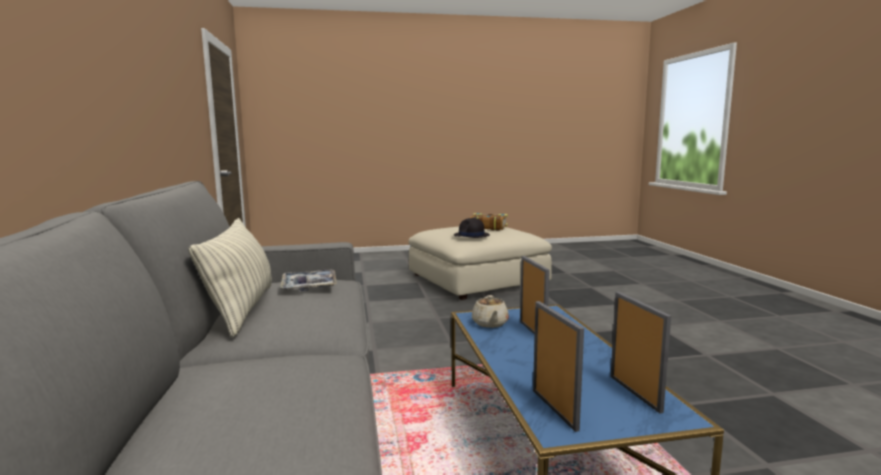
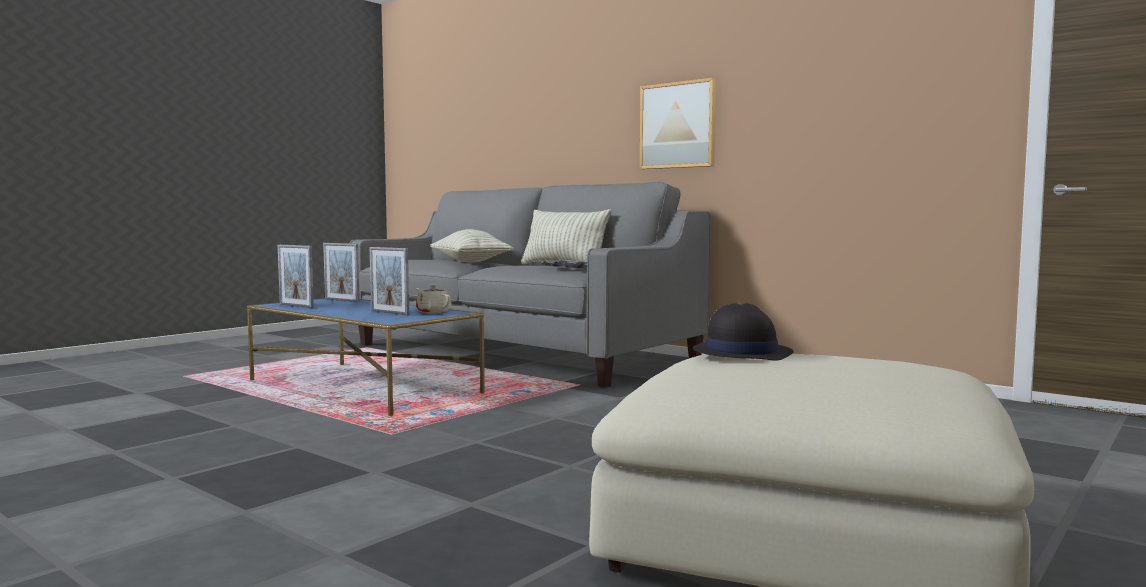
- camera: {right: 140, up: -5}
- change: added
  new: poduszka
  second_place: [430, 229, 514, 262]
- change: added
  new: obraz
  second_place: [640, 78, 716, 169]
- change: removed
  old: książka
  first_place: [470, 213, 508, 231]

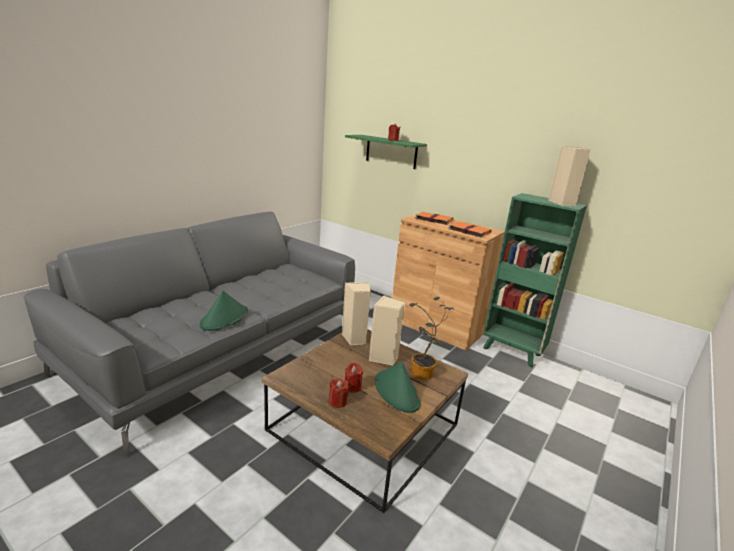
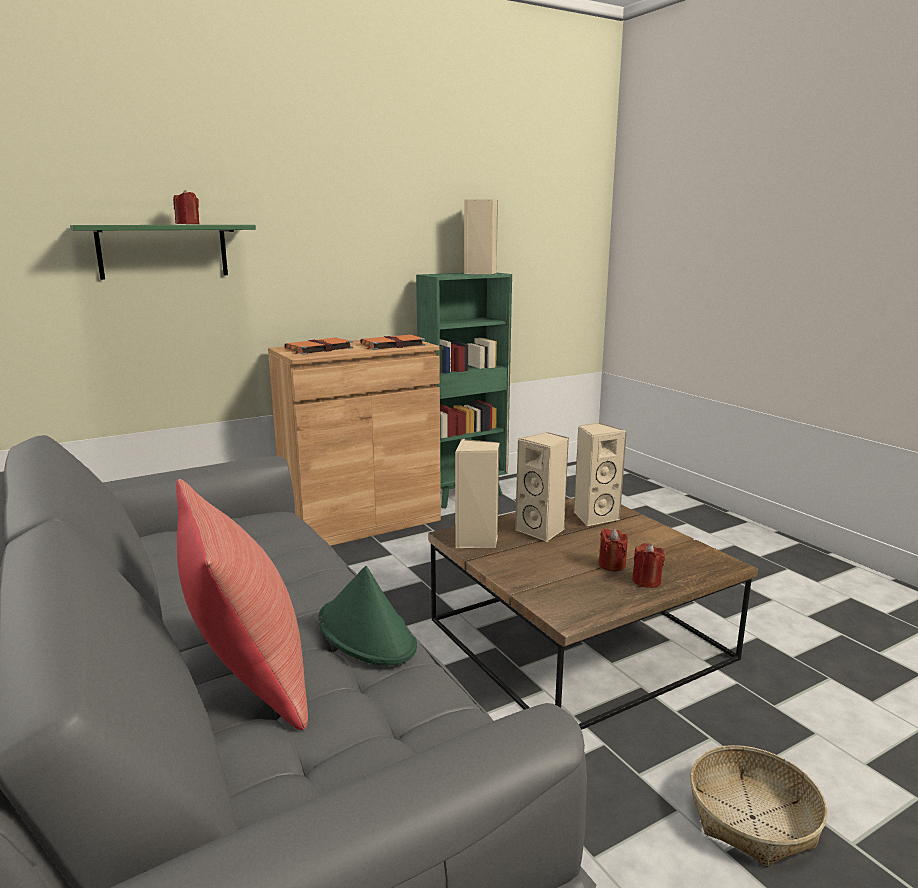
- camera: {right: -65, up: -5}
- change: added
  new: poduszka (czerwony)
  second_place: [176, 479, 308, 730]
- change: replaced
  old: roślina doniczkowa
  new: głośnik (beżowy)
  first_place: [409, 297, 456, 380]
  second_place: [573, 423, 627, 527]
- change: added
  new: koszyk
  second_place: [690, 745, 827, 867]
- change: removed
  old: kapelusz (zielony)
  first_place: [375, 361, 421, 413]

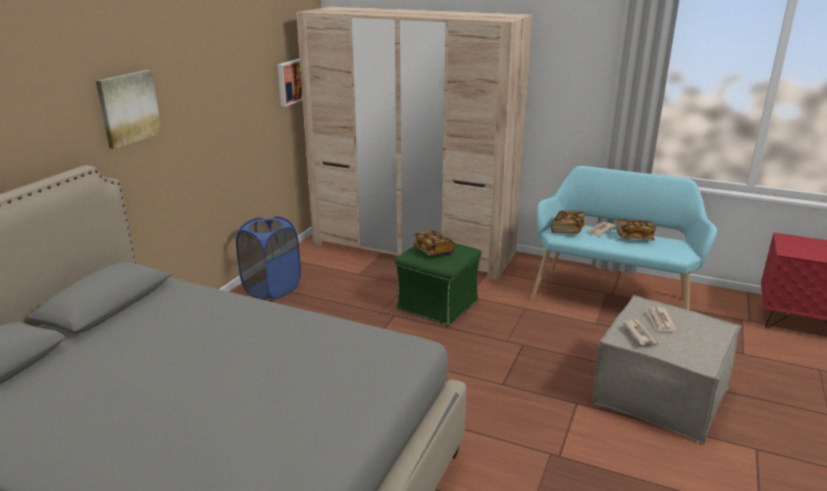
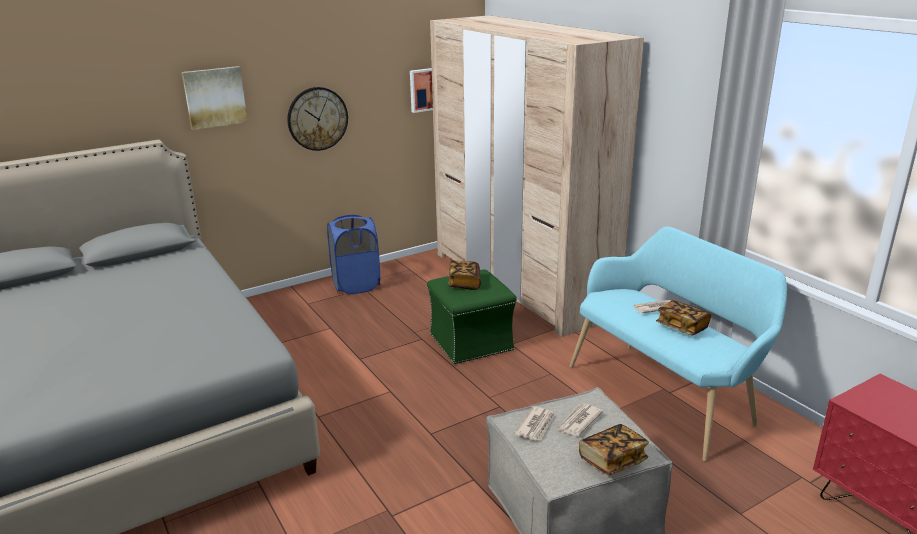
- camera: {right: 35, up: 0}
- change: added
  new: zegar ścienny
  second_place: [287, 87, 348, 151]
- change: moved
  old: książka
  first_place: [551, 211, 585, 233]
  second_place: [579, 424, 649, 475]

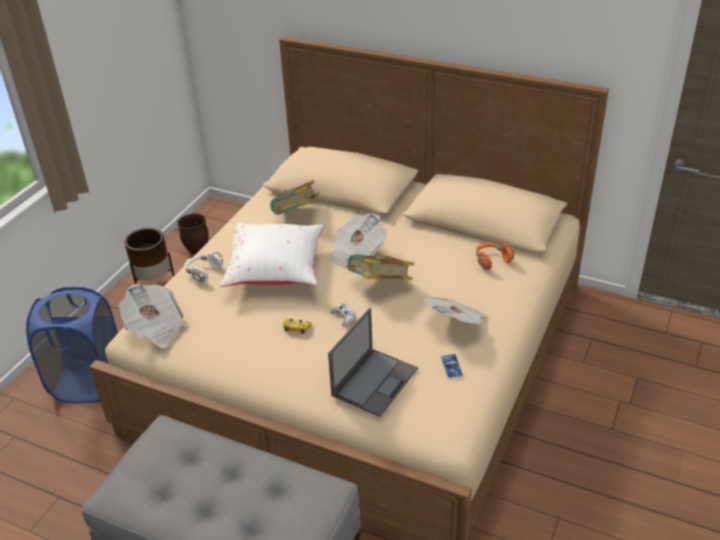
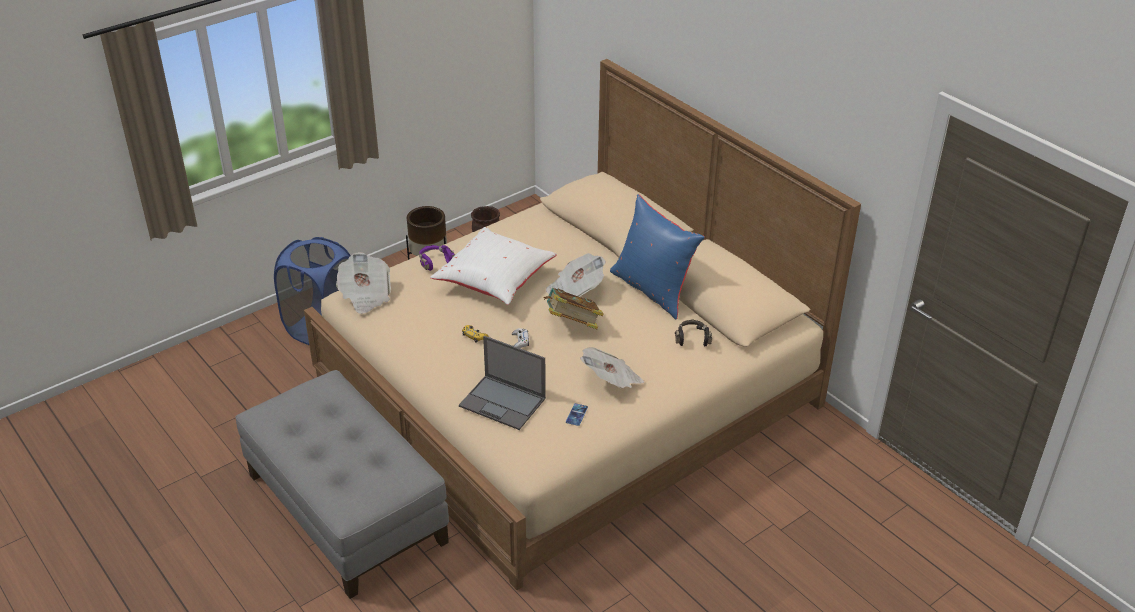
- camera: {right: 25, up: 0}
- change: recoloured
  old: słuchawki (biały)
  new: słuchawki (fioletowy)
  first_place: [184, 251, 223, 282]
  second_place: [419, 245, 455, 271]
- change: turned
  old: laptop
  first_place: [328, 308, 418, 417]
  second_place: [459, 336, 546, 430]
  degrees: 60
- change: added
  new: poduszka (niebieski)
  second_place: [610, 194, 705, 320]
- change: recoloured
  old: słuchawki (pomarańczowy)
  new: słuchawki (czarny)
  first_place: [476, 242, 514, 270]
  second_place: [675, 319, 712, 346]
- change: removed
  old: książka
  first_place: [270, 180, 319, 215]

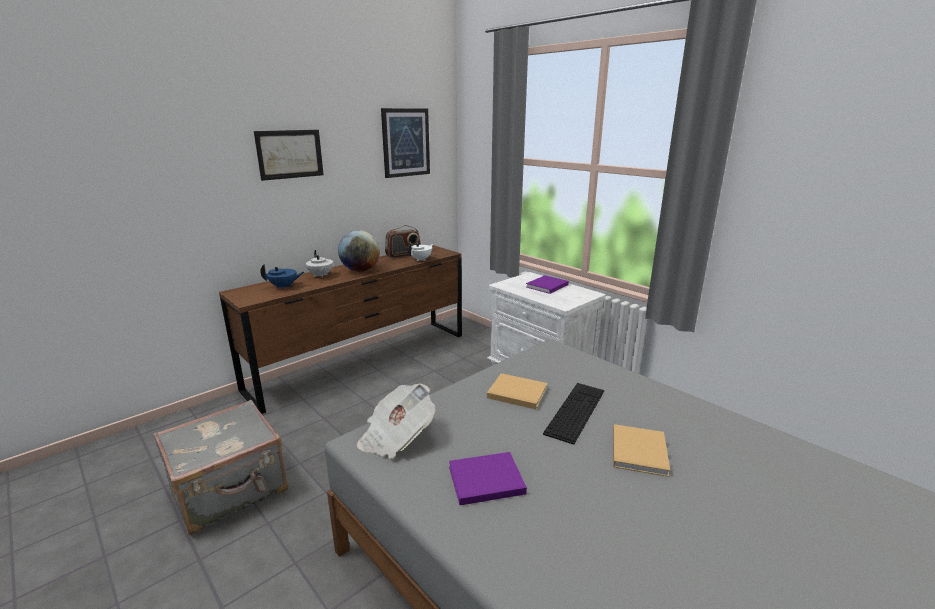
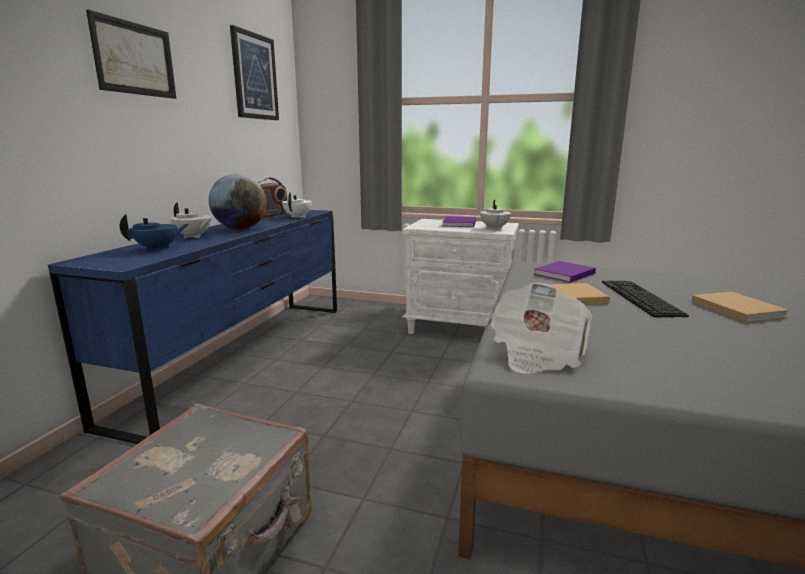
- camera: {right: -30, up: -5}
- change: recoloured
  old: komoda (brązowy)
  new: komoda (niebieski)
  first_place: [219, 245, 462, 414]
  second_place: [48, 210, 337, 444]
- change: added
  new: imbryk (biały)
  second_place: [480, 200, 511, 230]
- change: moved
  old: książka (fioletowy)
  first_place: [449, 452, 527, 505]
  second_place: [534, 261, 596, 283]

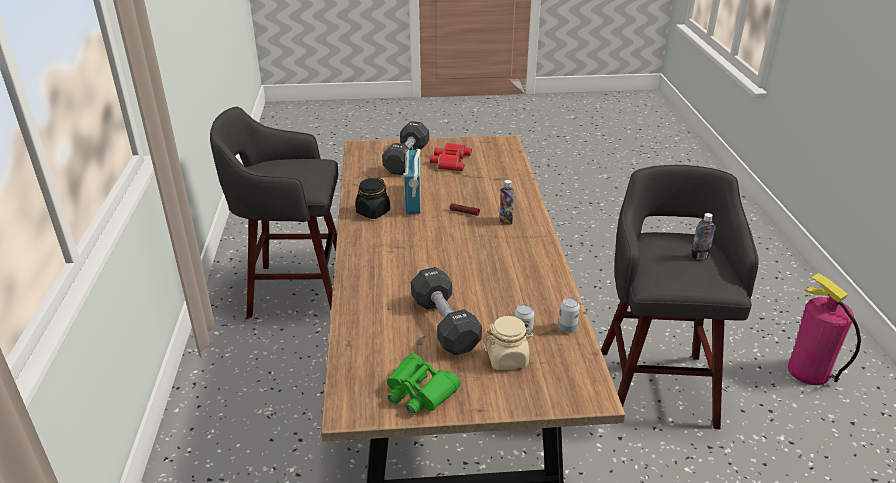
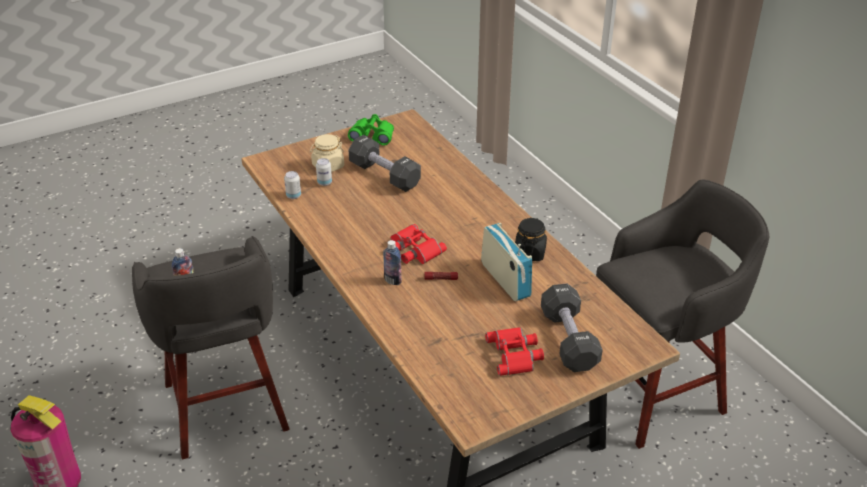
- camera: {right: 155, up: 5}
- change: added
  new: lornetka (czerwony)
  second_place: [390, 224, 447, 264]

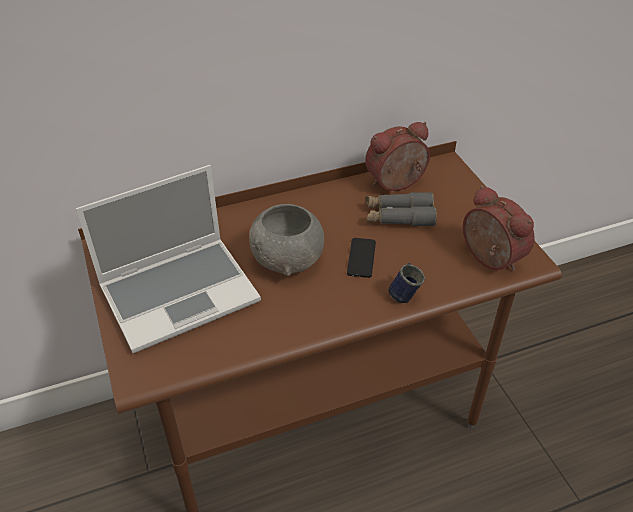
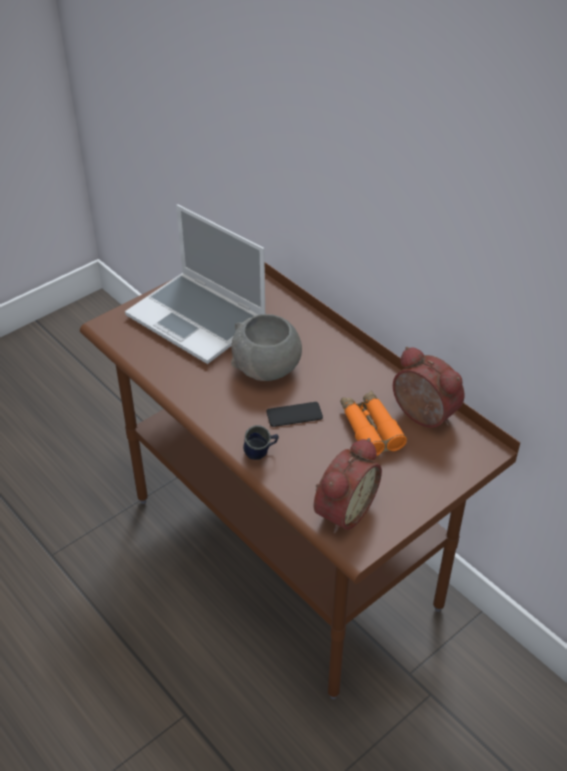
- camera: {right: 70, up: 0}
- change: recoloured
  old: lornetka (szary)
  new: lornetka (pomarańczowy)
  first_place: [365, 192, 437, 227]
  second_place: [340, 390, 407, 456]

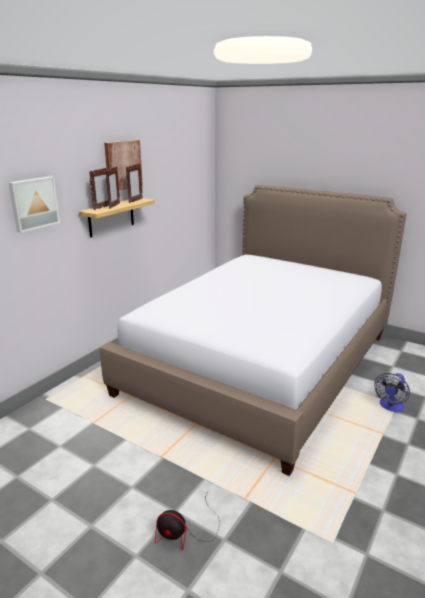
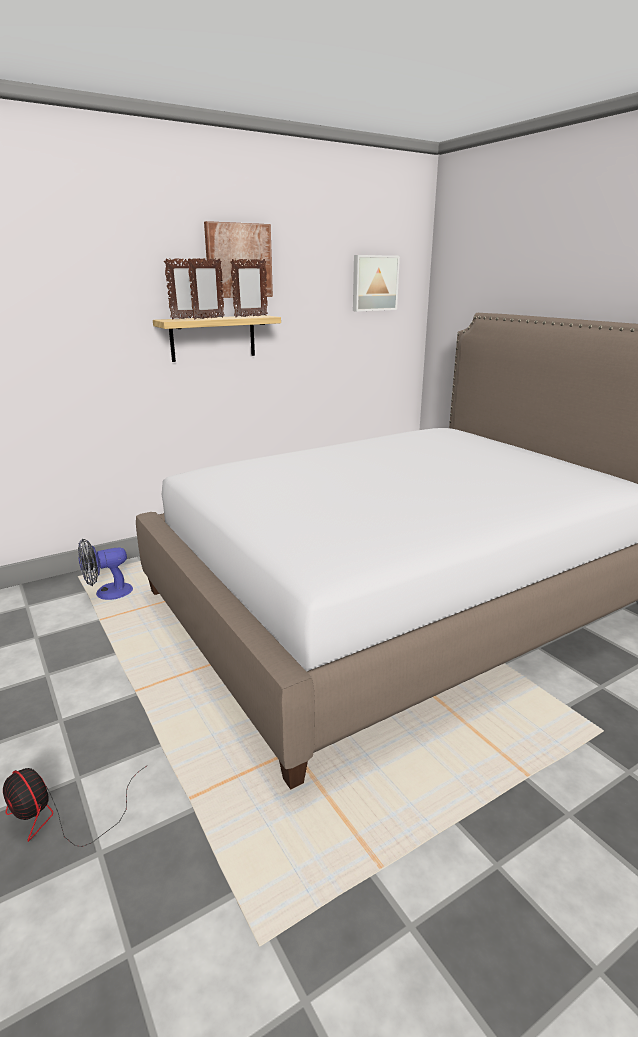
- camera: {right: 25, up: 0}
- change: moved
  old: wentylator
  first_place: [374, 373, 410, 412]
  second_place: [78, 539, 133, 600]
- change: moved
  old: obraz
  first_place: [8, 176, 60, 233]
  second_place: [353, 255, 400, 312]

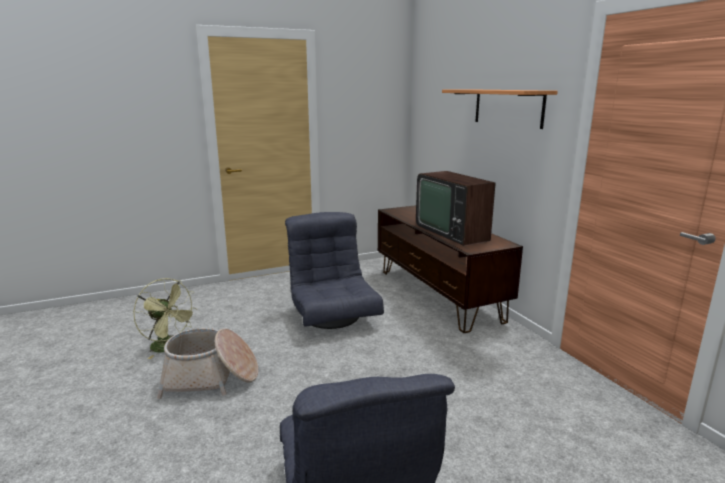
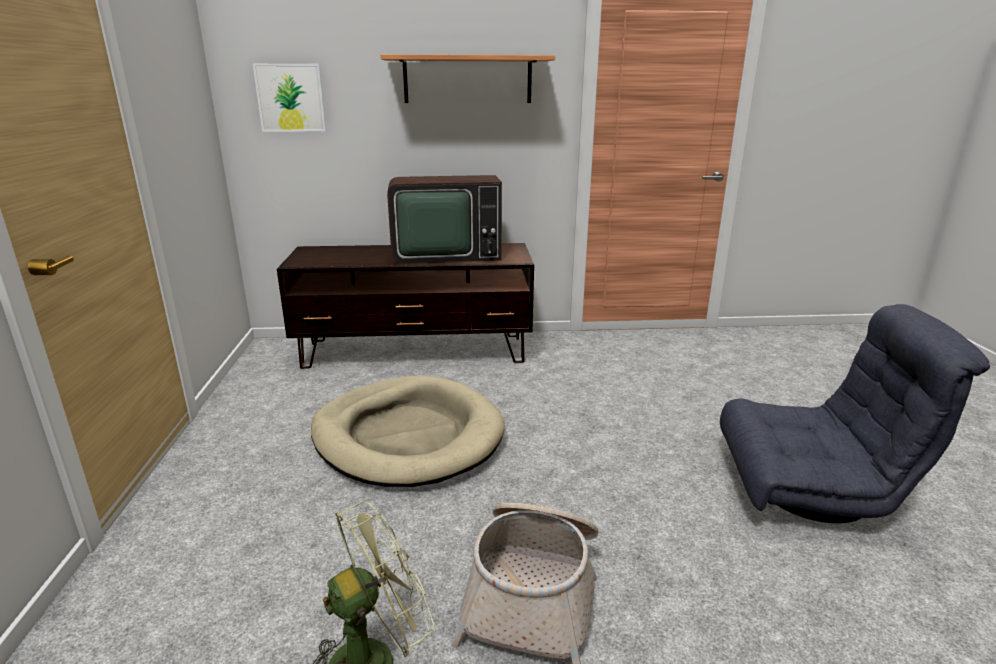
- camera: {right: -70, up: 5}
- change: added
  new: obraz
  second_place: [253, 64, 326, 132]
- change: replaced
  old: fotel (szary)
  new: legowisko (beżowy)
  first_place: [285, 212, 384, 329]
  second_place: [311, 376, 505, 487]

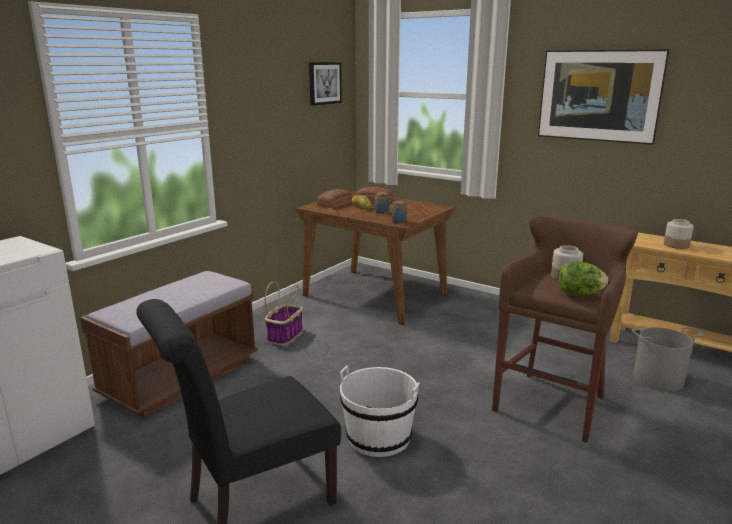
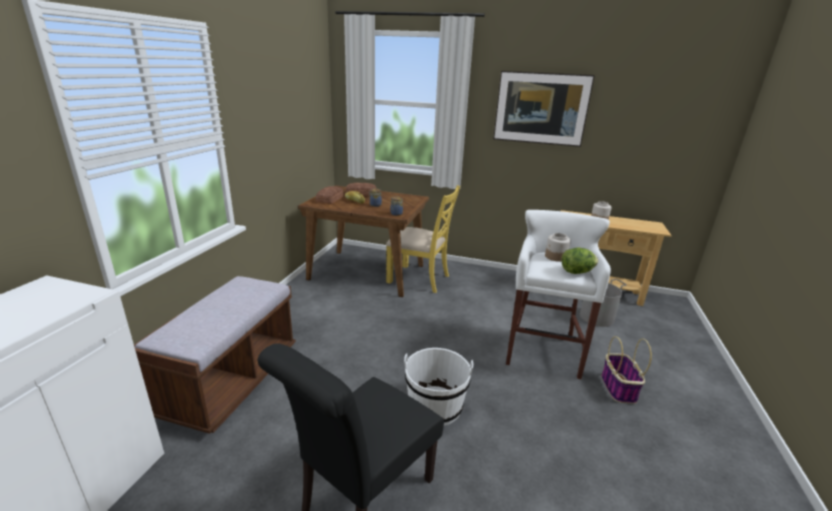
- camera: {right: -20, up: 5}
- change: added
  new: krzesło (żółty)
  second_place: [386, 185, 460, 293]
- change: recoloured
  old: stołek (brązowy)
  new: stołek (biały)
  first_place: [492, 215, 638, 443]
  second_place: [506, 210, 611, 379]
- change: moved
  old: koszyk
  first_place: [265, 281, 303, 345]
  second_place: [601, 336, 652, 404]
- change: removed
  old: obraz
  first_place: [309, 62, 342, 106]

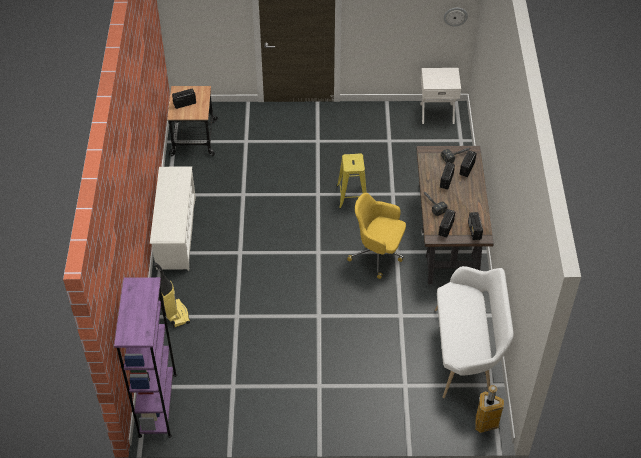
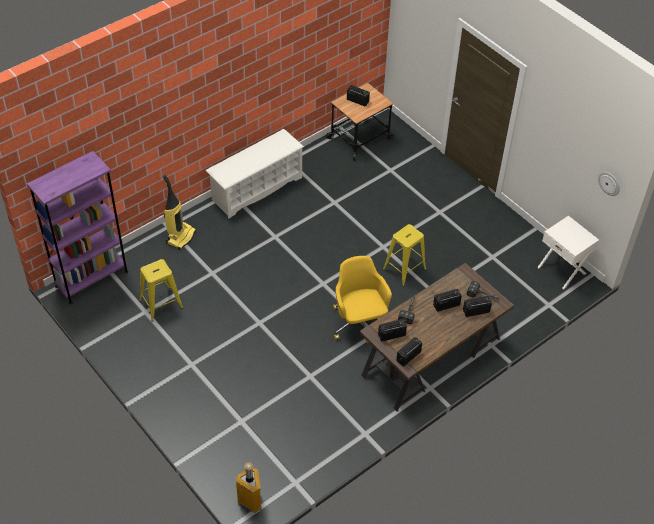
- camera: {right: 50, up: 0}
- change: added
  new: stołek (żółty)
  second_place: [139, 259, 183, 322]
- change: removed
  old: ławka (biały)
  first_place: [435, 266, 514, 398]

